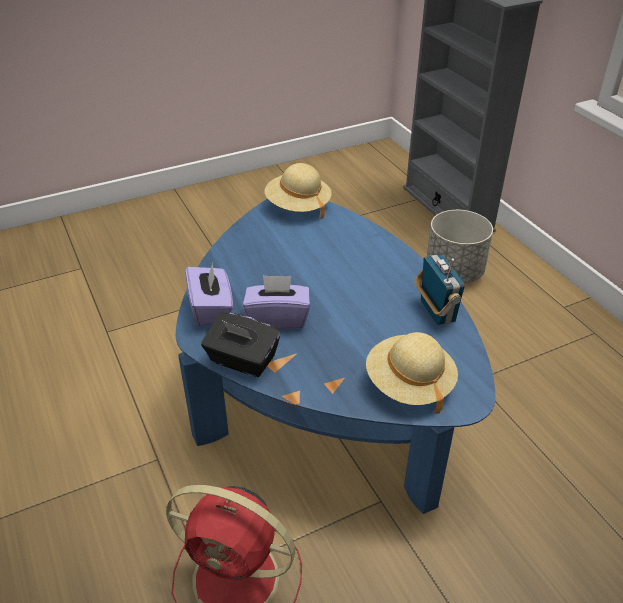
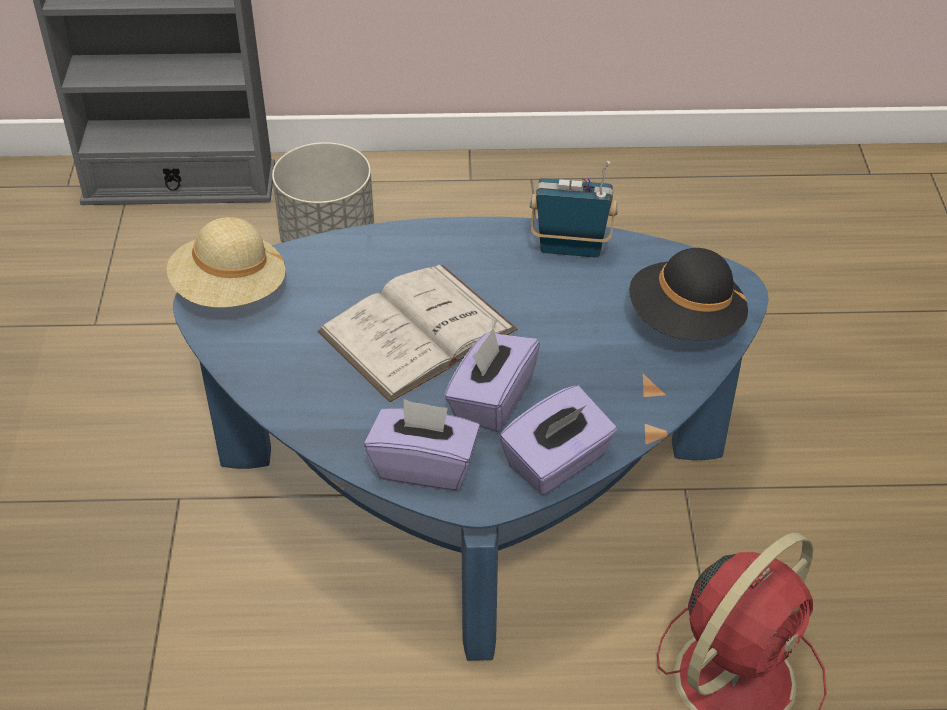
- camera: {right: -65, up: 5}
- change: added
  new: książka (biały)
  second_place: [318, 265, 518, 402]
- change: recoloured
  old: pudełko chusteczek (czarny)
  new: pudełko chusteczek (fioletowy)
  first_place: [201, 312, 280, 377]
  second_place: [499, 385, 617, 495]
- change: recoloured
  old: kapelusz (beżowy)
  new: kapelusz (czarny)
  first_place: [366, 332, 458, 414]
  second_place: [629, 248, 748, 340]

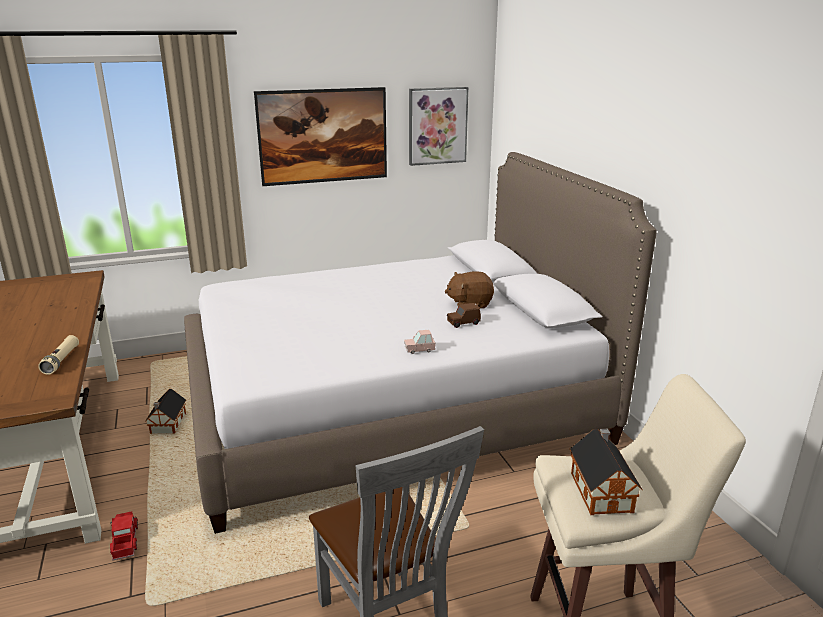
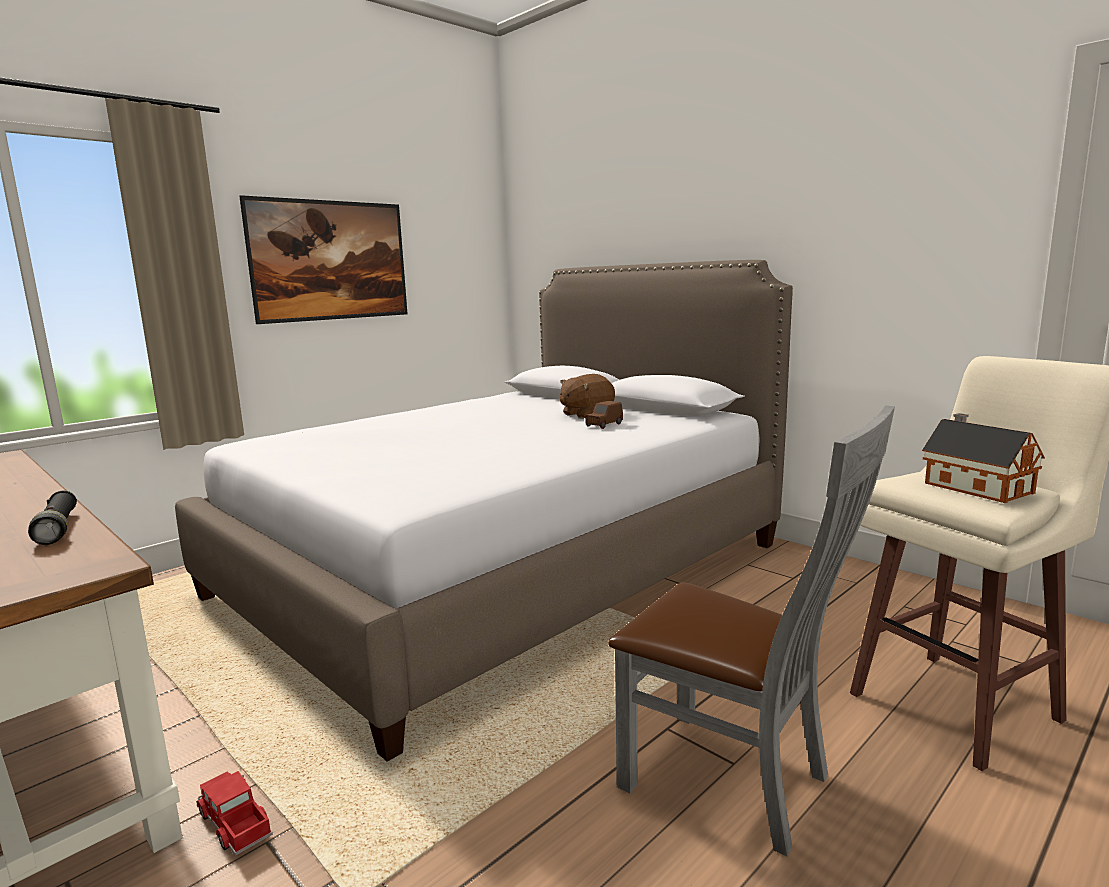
- camera: {right: -25, up: -10}
- change: recoloured
  old: latarka (beżowy)
  new: latarka (czarny)
  first_place: [38, 335, 79, 375]
  second_place: [28, 491, 77, 545]
- change: removed
  old: domek
  first_place: [145, 389, 186, 434]
- change: removed
  old: samochodzik (różowy)
  first_place: [404, 330, 436, 354]
- change: removed
  old: obraz
  first_place: [409, 87, 469, 166]

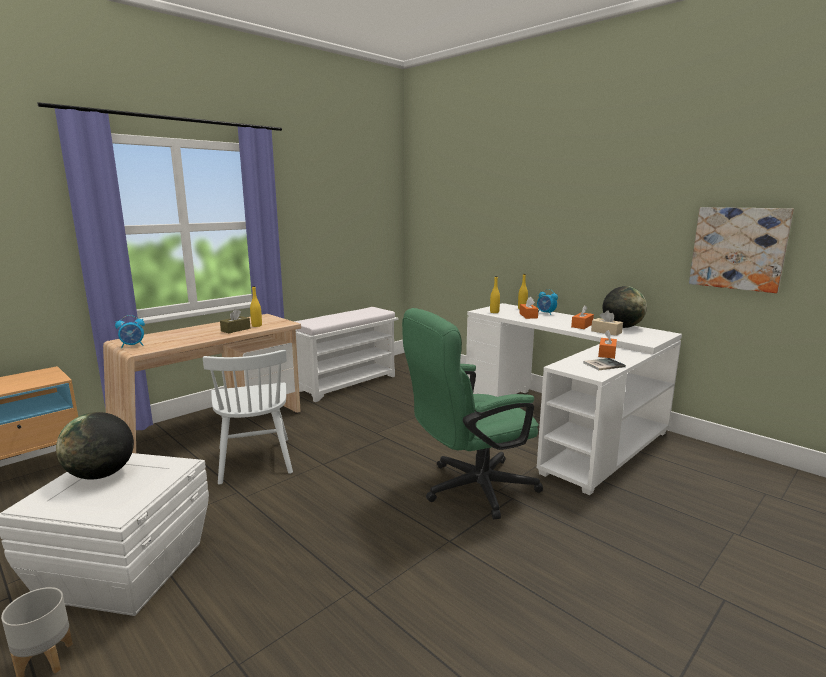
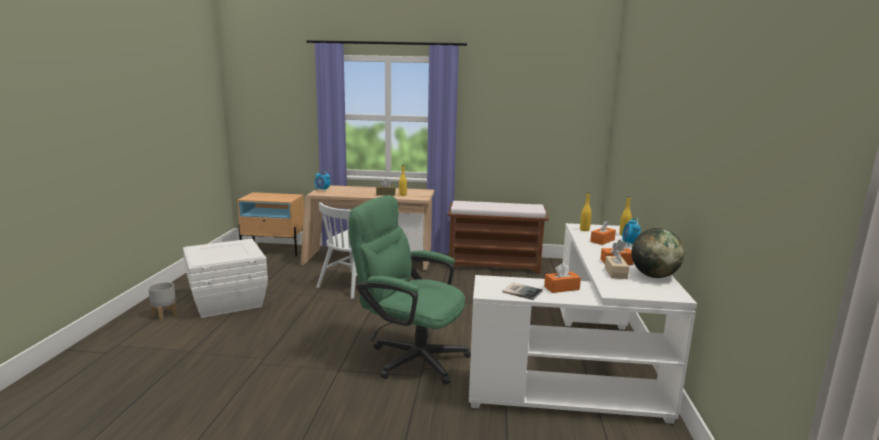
- camera: {right: 50, up: 0}
- change: recoloured
  old: ławka (biały)
  new: ławka (brązowy)
  first_place: [294, 307, 398, 402]
  second_place: [448, 201, 549, 274]
- change: removed
  old: globus
  first_place: [56, 412, 134, 479]
- change: removed
  old: obraz
  first_place: [689, 207, 794, 293]

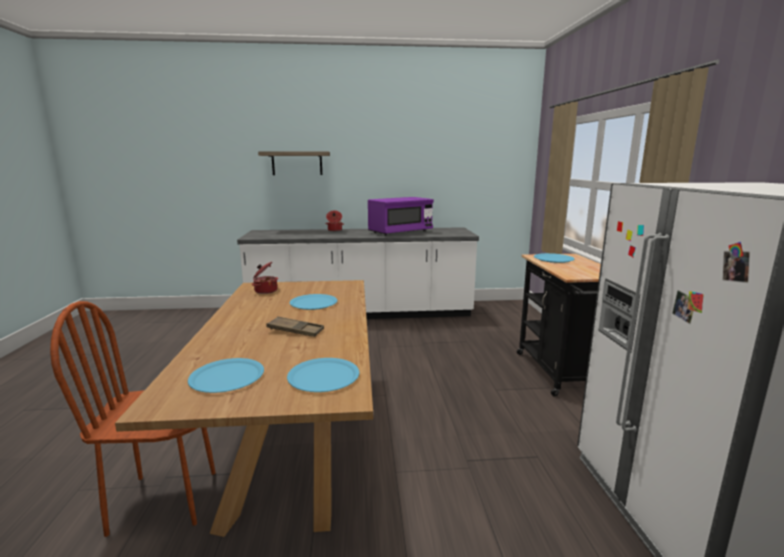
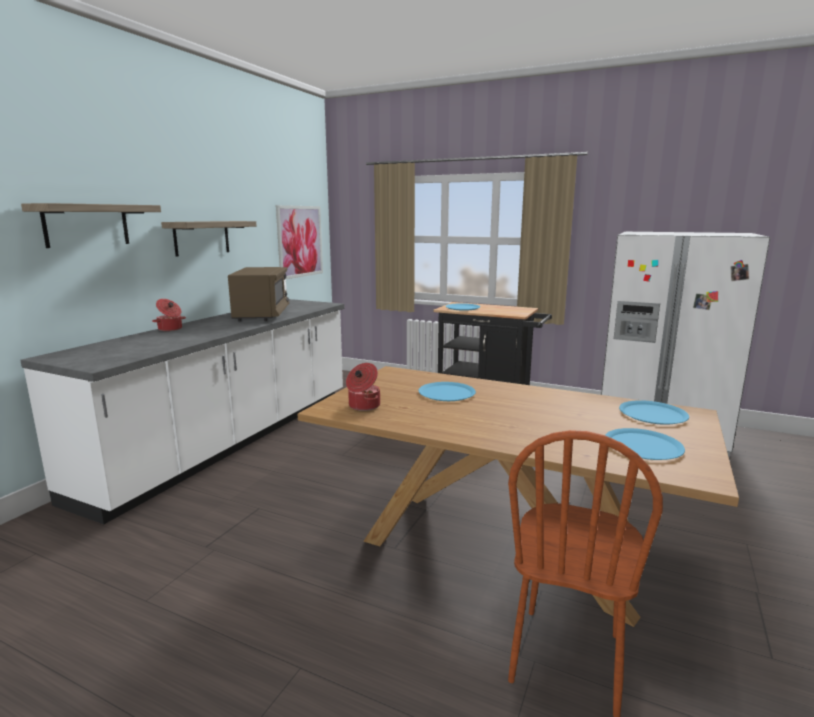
- camera: {right: -60, up: 0}
- change: added
  new: półka
  second_place: [161, 221, 257, 257]
- change: recoloured
  old: mikrofalówka (fioletowy)
  new: mikrofalówka (brązowy)
  first_place: [368, 197, 434, 236]
  second_place: [228, 267, 290, 321]
- change: added
  new: obraz
  second_place: [276, 205, 323, 279]
- change: removed
  old: taca (brązowy)
  first_place: [267, 316, 324, 337]

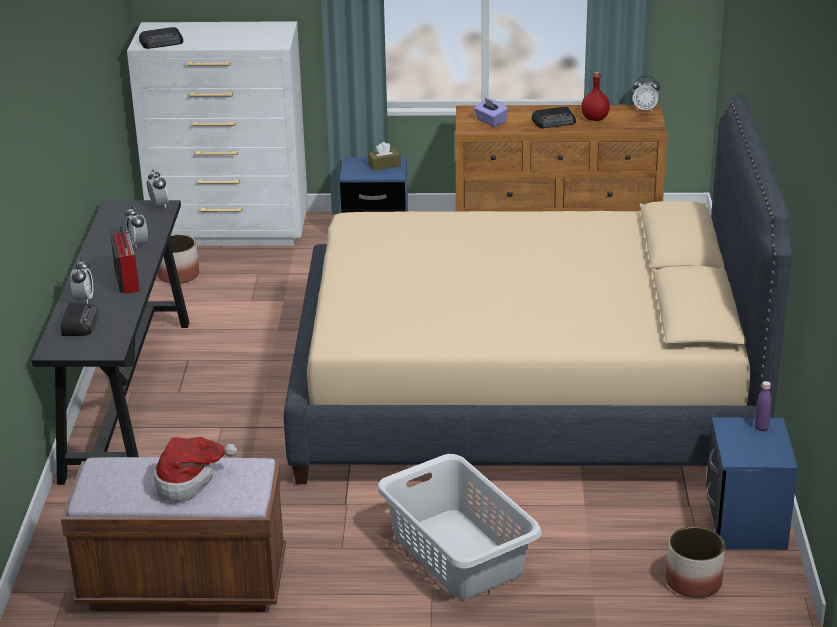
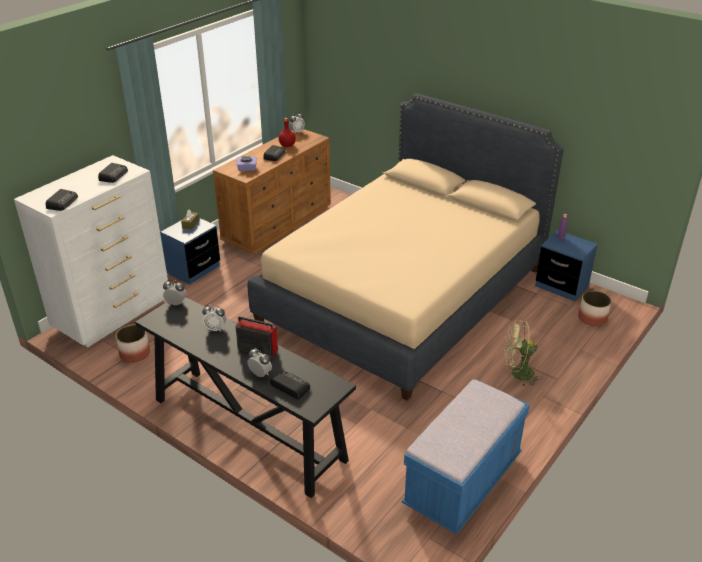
- camera: {right: -55, up: 5}
- change: added
  new: radio
  second_place: [98, 163, 128, 183]
- change: recoloured
  old: ławka (brązowy)
  new: ławka (niebieski)
  first_place: [61, 457, 286, 612]
  second_place: [402, 379, 530, 535]
- change: replaced
  old: kosz na pranie (szary)
  new: wentylator (zielony)
  first_place: [377, 454, 542, 599]
  second_place: [503, 320, 541, 387]
- change: removed
  old: kapelusz
  first_place: [154, 437, 237, 502]

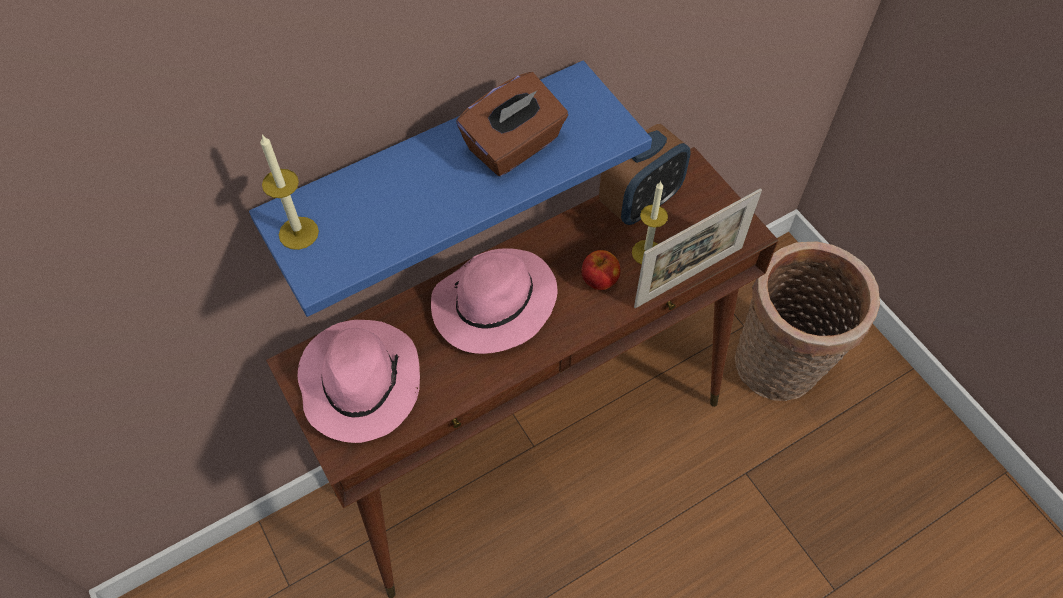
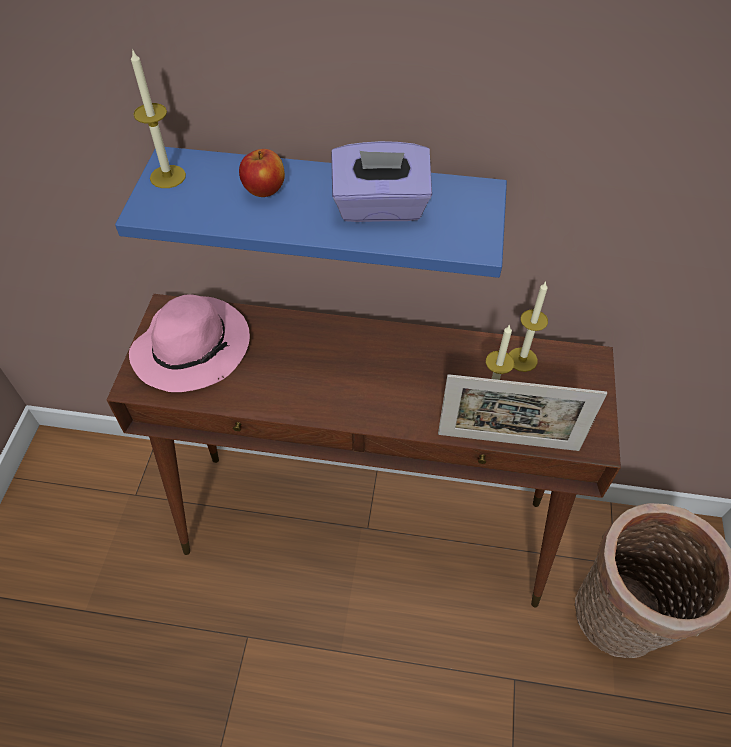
- camera: {right: 40, up: -5}
- change: moved
  old: jabłko
  first_place: [582, 250, 620, 290]
  second_place: [239, 149, 285, 197]
- change: recoloured
  old: pudełko chusteczek (brązowy)
  new: pudełko chusteczek (fioletowy)
  first_place: [456, 72, 568, 176]
  second_place: [331, 141, 432, 222]
- change: replaced
  old: budzik
  new: świeca
  first_place: [599, 124, 691, 225]
  second_place: [509, 282, 548, 372]
- change: removed
  old: kapelusz (różowy)
  first_place: [431, 248, 557, 354]

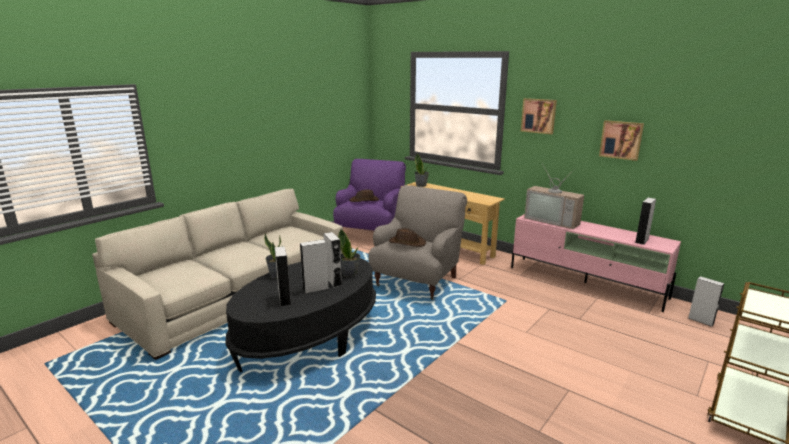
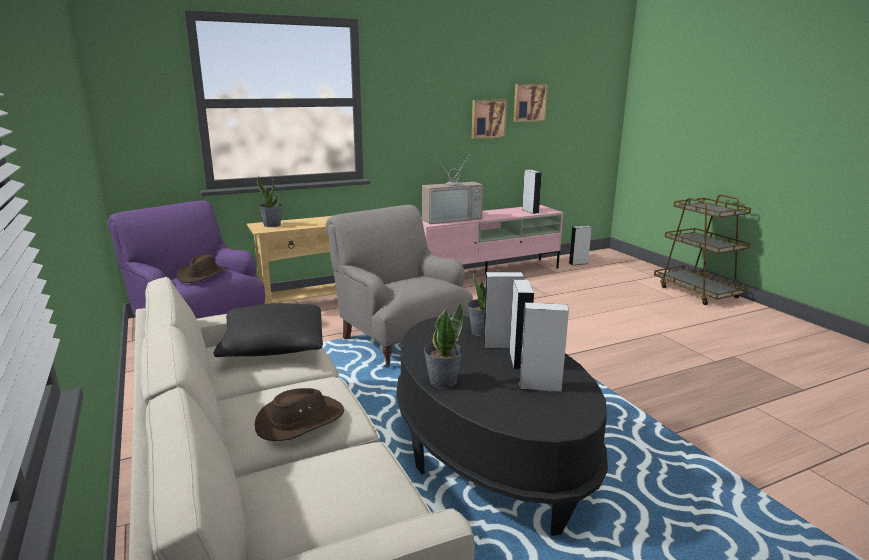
- camera: {right: -65, up: 0}
- change: added
  new: poduszka (czarny)
  second_place: [214, 303, 323, 357]
- change: moved
  old: kapelusz (brązowy)
  first_place: [389, 228, 426, 247]
  second_place: [255, 388, 344, 441]
- change: moved
  old: obraz
  first_place: [521, 98, 557, 134]
  second_place: [513, 84, 548, 122]

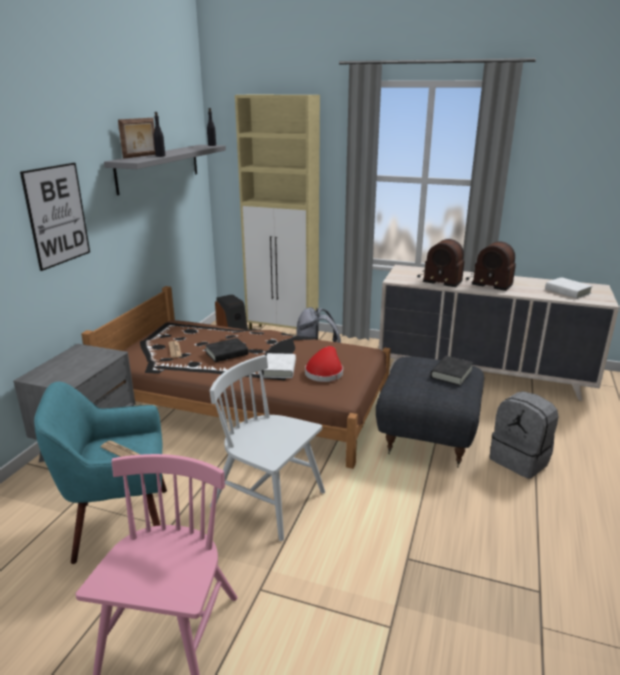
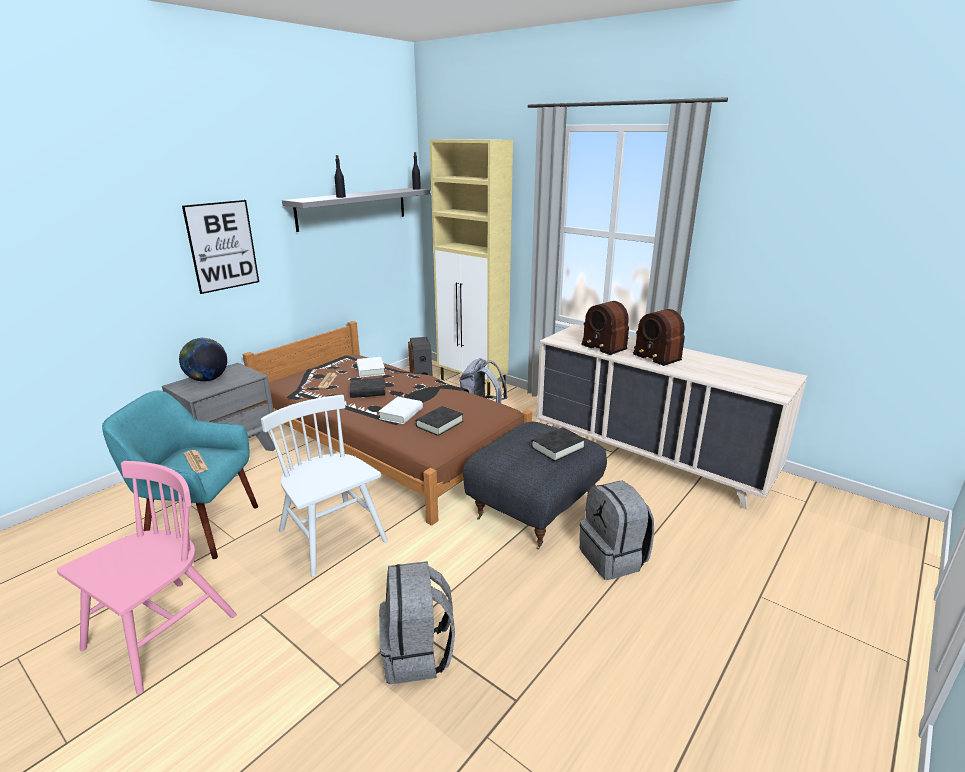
- camera: {right: 20, up: 0}
- change: added
  new: globus
  second_place: [179, 338, 227, 382]
- change: moved
  old: książka (biały)
  first_place: [545, 277, 593, 299]
  second_place: [356, 357, 385, 377]
- change: added
  new: plecak (szary)
  second_place: [379, 561, 455, 684]
- change: replaced
  old: kapelusz (czerwony)
  new: książka (czarny)
  first_place: [305, 346, 343, 382]
  second_place: [415, 406, 463, 436]
- change: removed
  old: ramka na zdjęcie
  first_place: [118, 118, 156, 159]

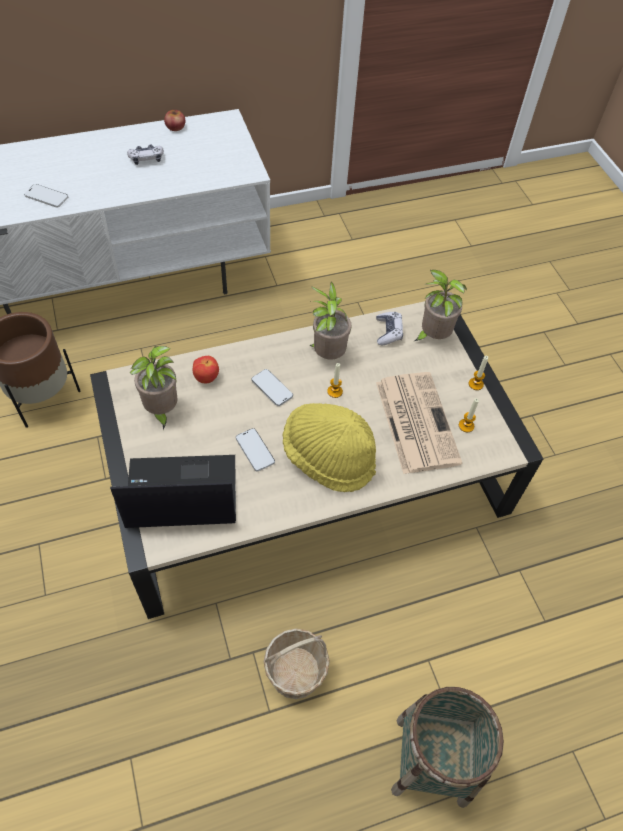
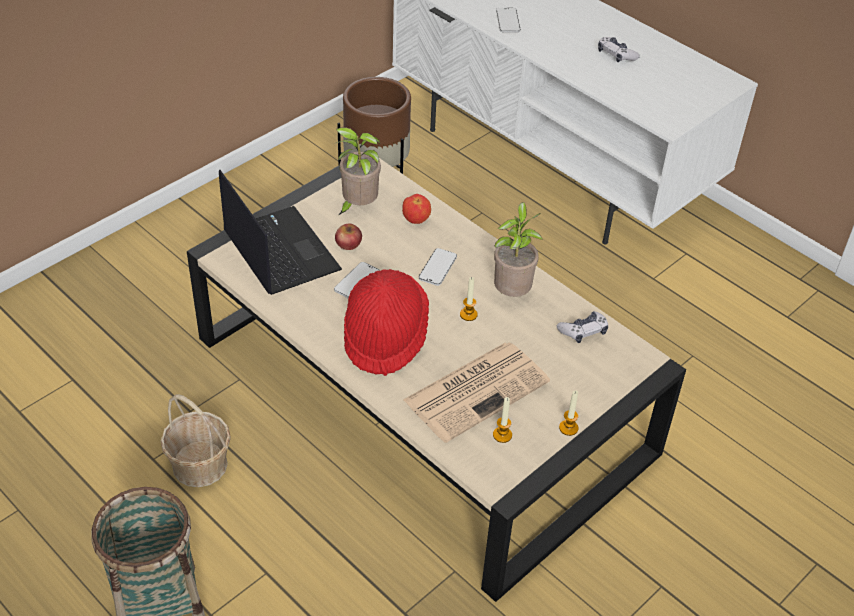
- camera: {right: 65, up: -10}
- change: moved
  old: jabłko
  first_place: [164, 110, 185, 131]
  second_place: [335, 224, 362, 250]
- change: recoloured
  old: kapelusz (żółty)
  new: kapelusz (czerwony)
  first_place: [282, 403, 376, 492]
  second_place: [344, 269, 429, 376]
- change: removed
  old: roślina doniczkowa
  first_place: [415, 270, 467, 341]

